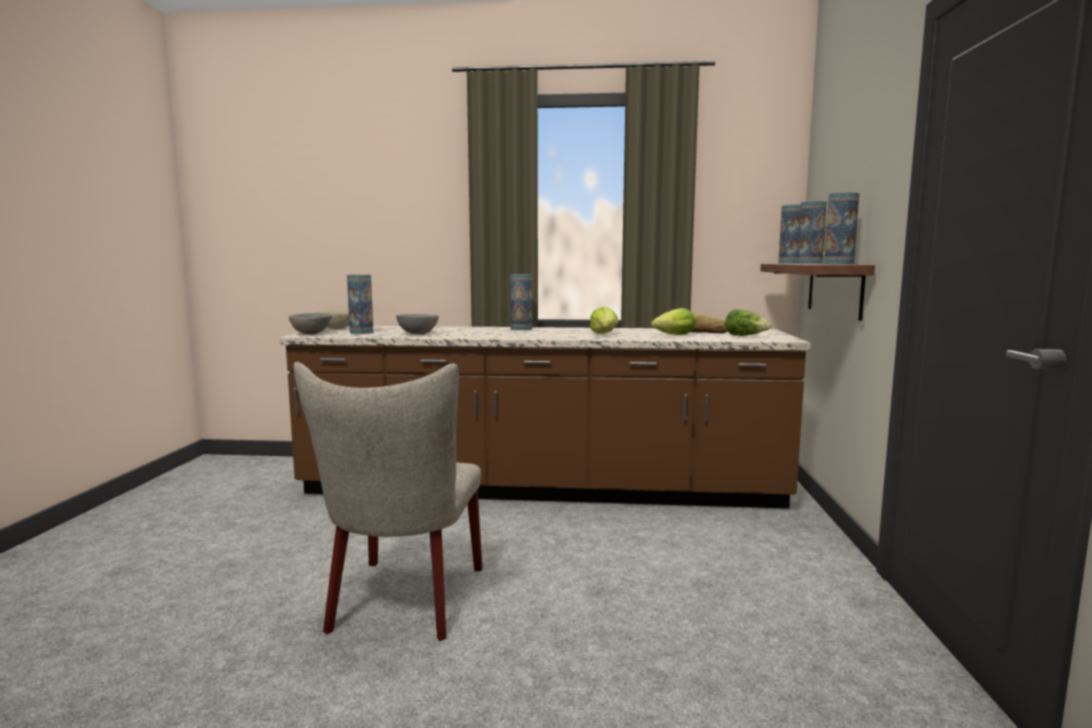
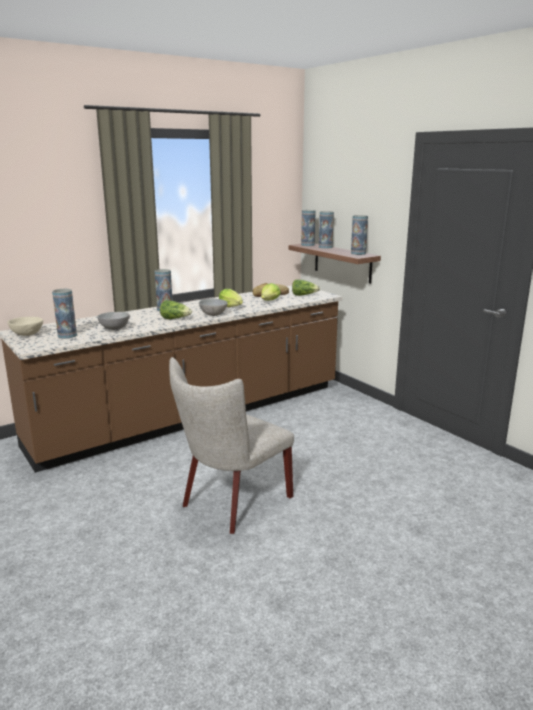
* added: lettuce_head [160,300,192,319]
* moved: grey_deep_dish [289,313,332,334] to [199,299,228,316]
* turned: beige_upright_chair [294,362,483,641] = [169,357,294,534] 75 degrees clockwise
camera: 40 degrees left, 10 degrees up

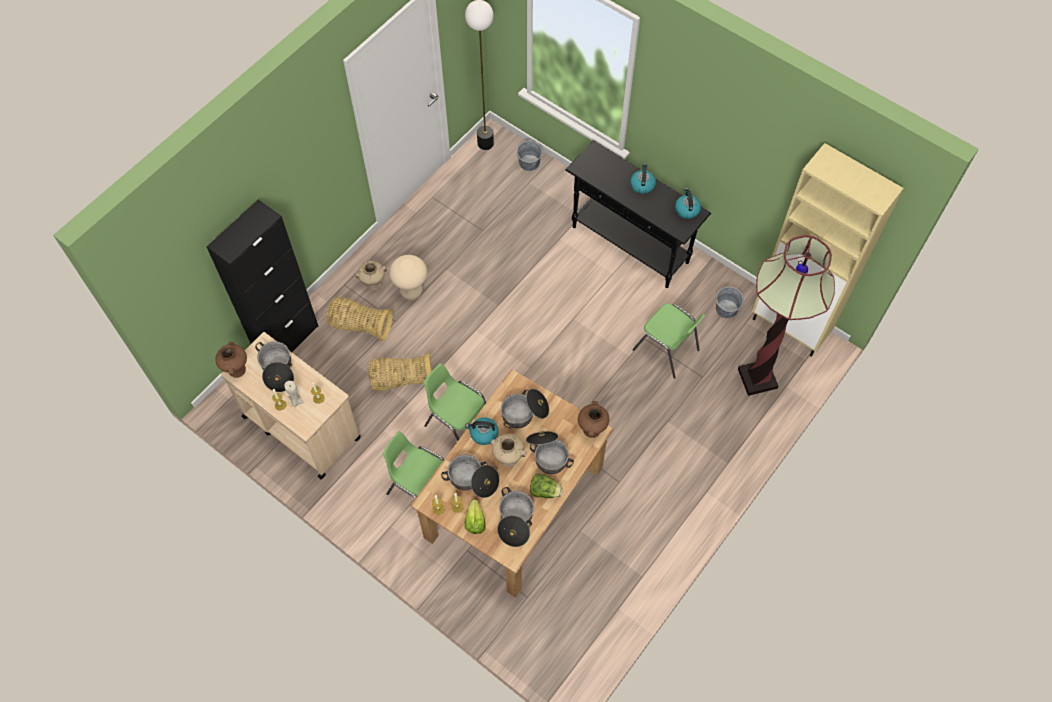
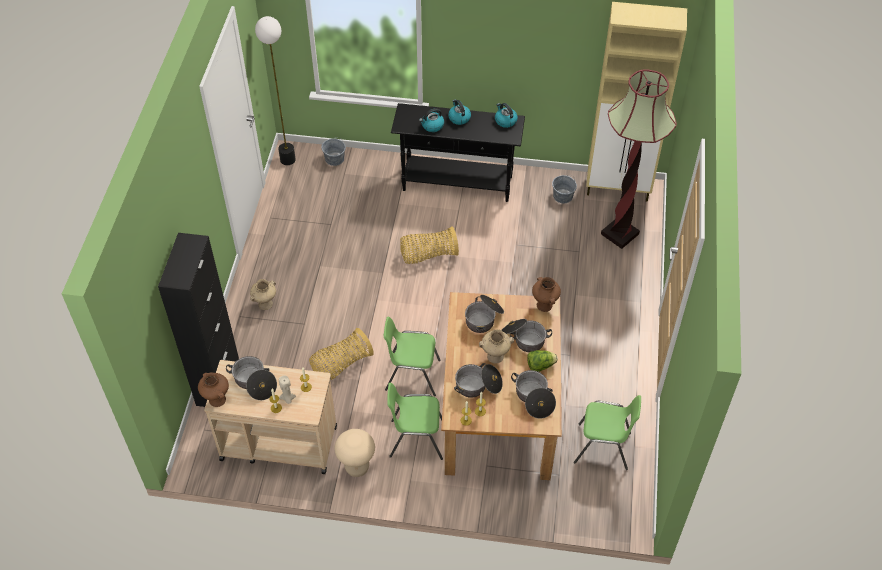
* removed: lettuce_head [464,499,486,534]
* moved: storage_basket [327,297,393,341] to [400,226,459,264]
* moved: beige_stool_seat [389,255,427,300] to [335,429,375,477]
* moved: tea_kettle [465,417,498,445] to [419,108,444,132]
* moved: greenish_upright_chair [632,303,705,379] to [574,395,641,470]
camera: 30 degrees left, 10 degrees down

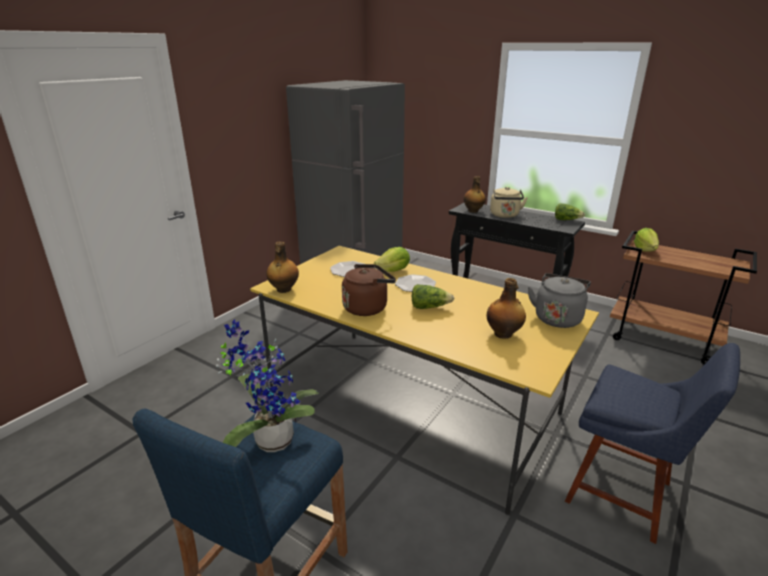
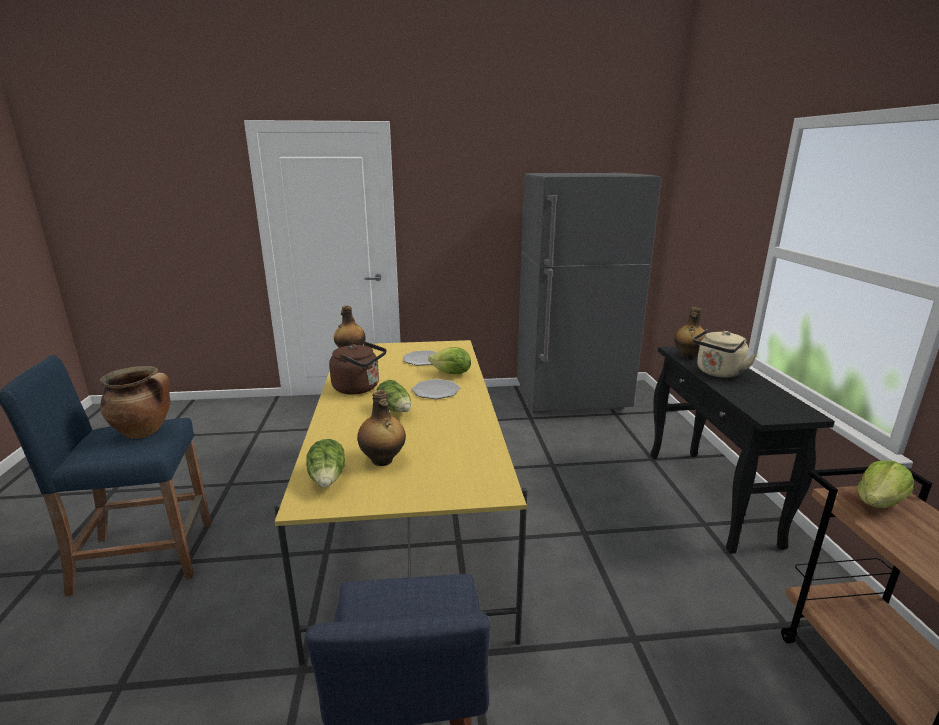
* removed: grey_tea_kettle [528,273,591,328]
* moved: lettuce_head [555,203,585,220] to [306,439,345,487]
* replaced: plant_in_a_pot [216,319,319,452] to stockpot [100,366,170,439]
camera: 50 degrees right, 5 degrees down

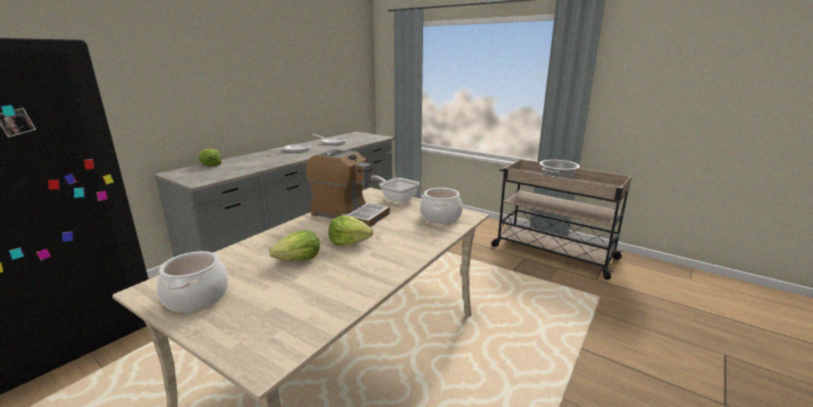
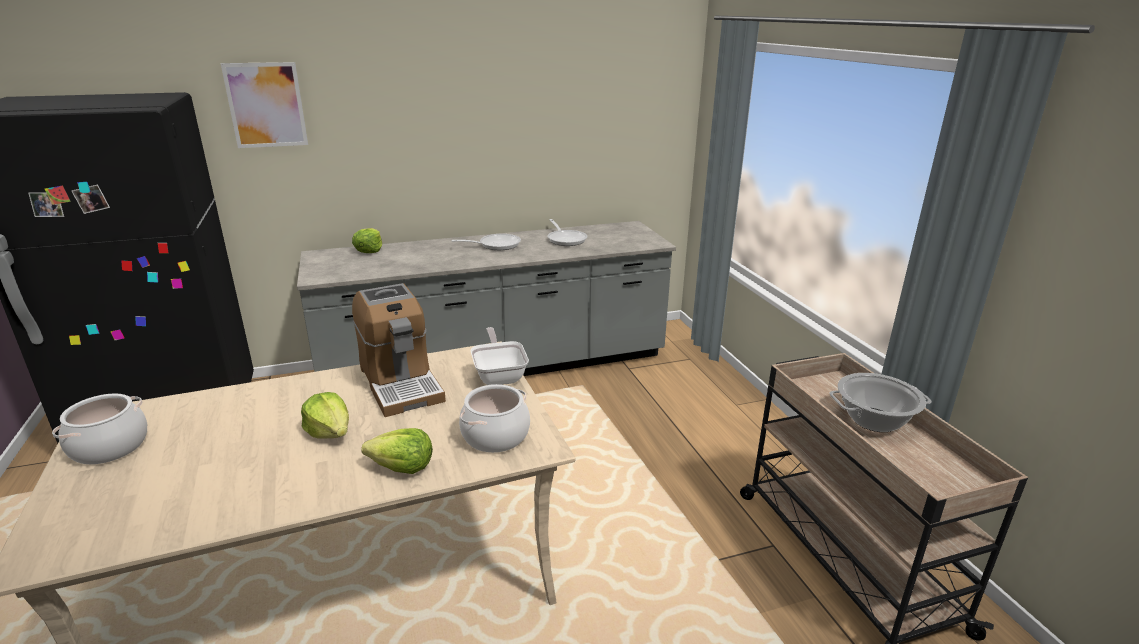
* added: picture [221,62,308,148]
* moved: lettuce_head [269,230,320,261] to [361,428,433,474]
camera: 35 degrees right, 5 degrees up

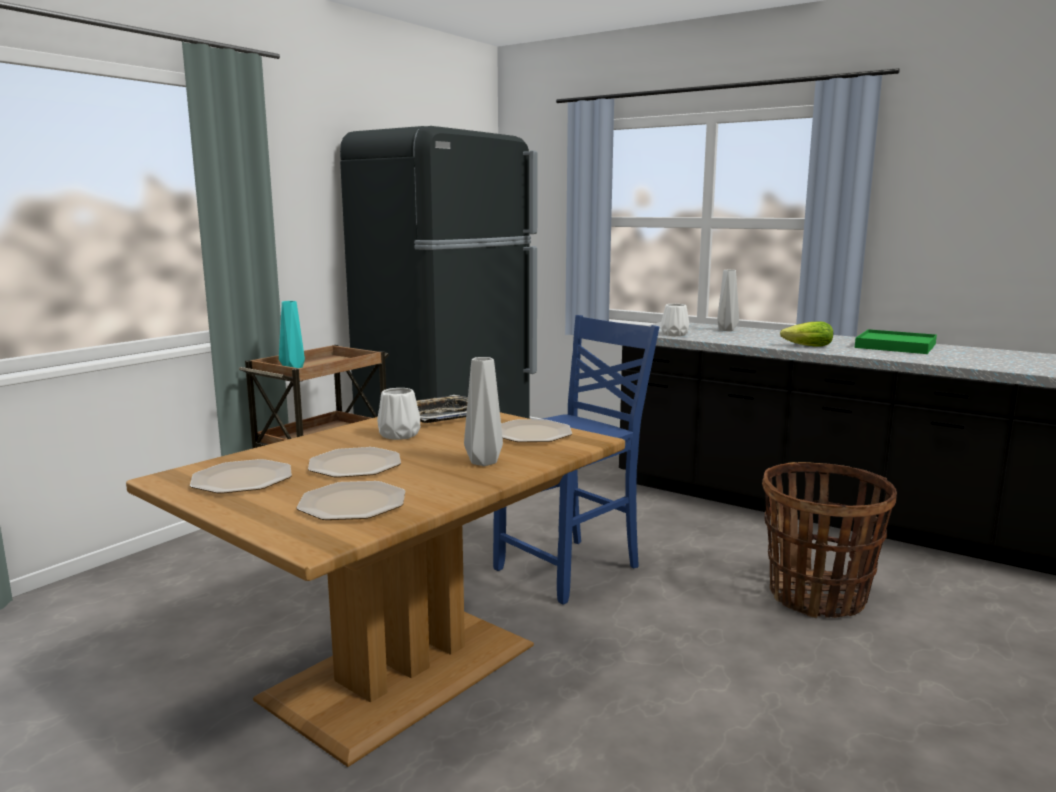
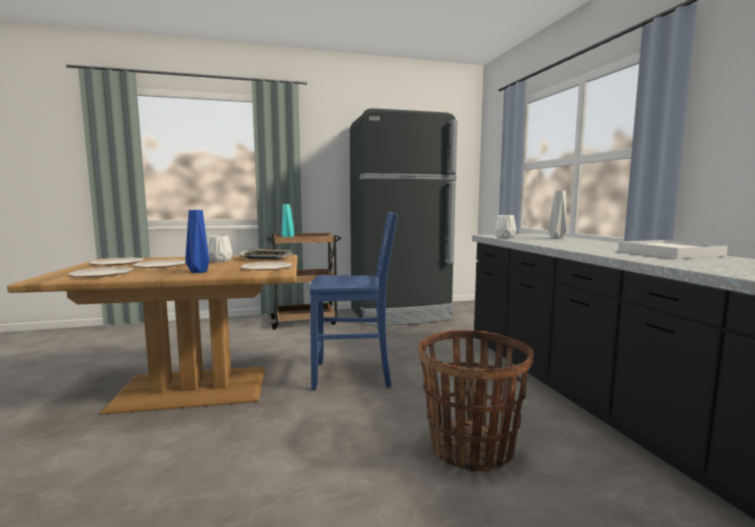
* removed: lettuce_head [780,321,833,347]
* recoloured: grey_decorative_vase [464,357,503,466] to blue_decorative_vase [185,210,209,273]
* recoloured: greenish_carrying_tray [855,329,937,354] to white_carrying_tray [618,240,728,259]
camera: 40 degrees right, 5 degrees down

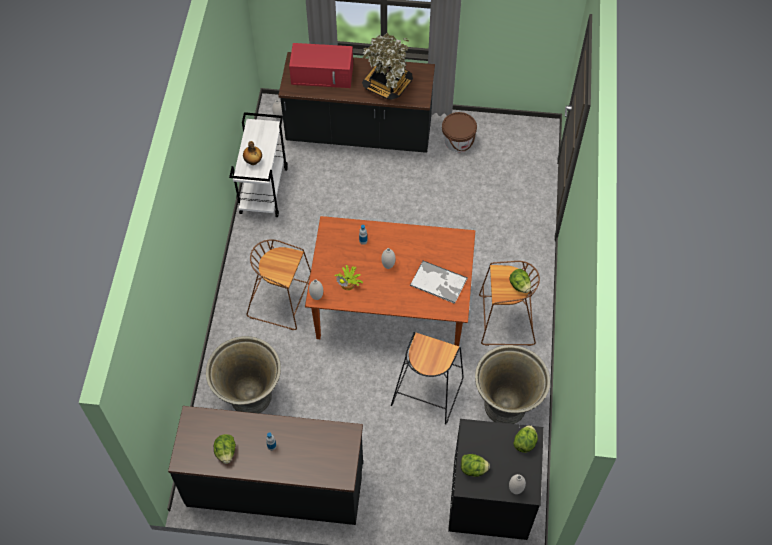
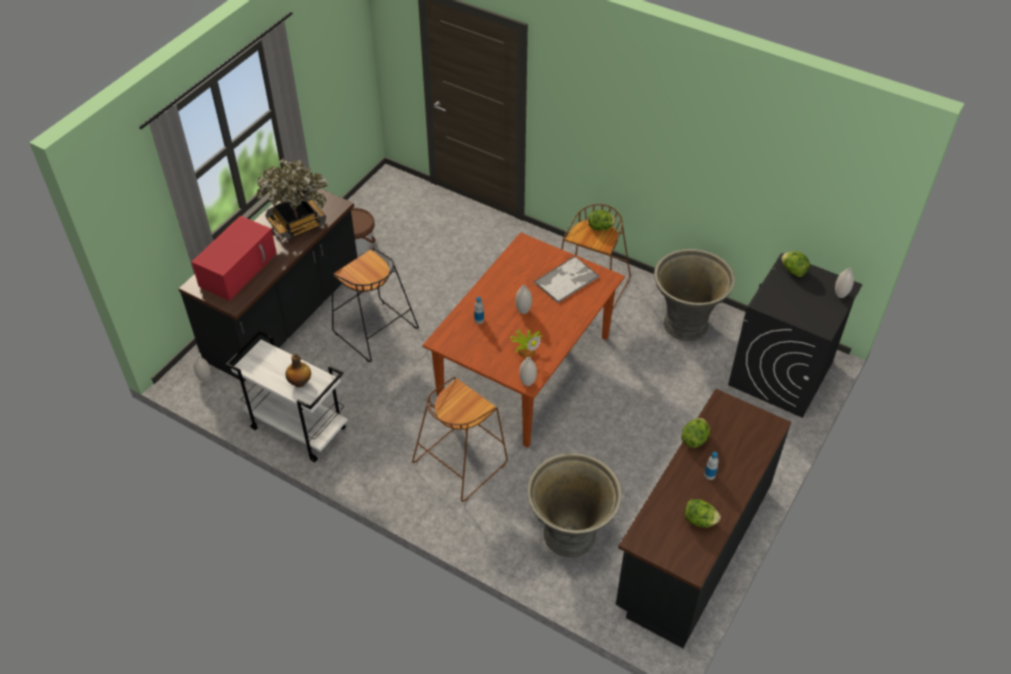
* moved: black_stool_seat [391,332,464,425] to [332,248,419,362]
* moved: lettuce_head [461,454,490,477] to [681,418,710,448]
camera: 65 degrees left, 10 degrees down

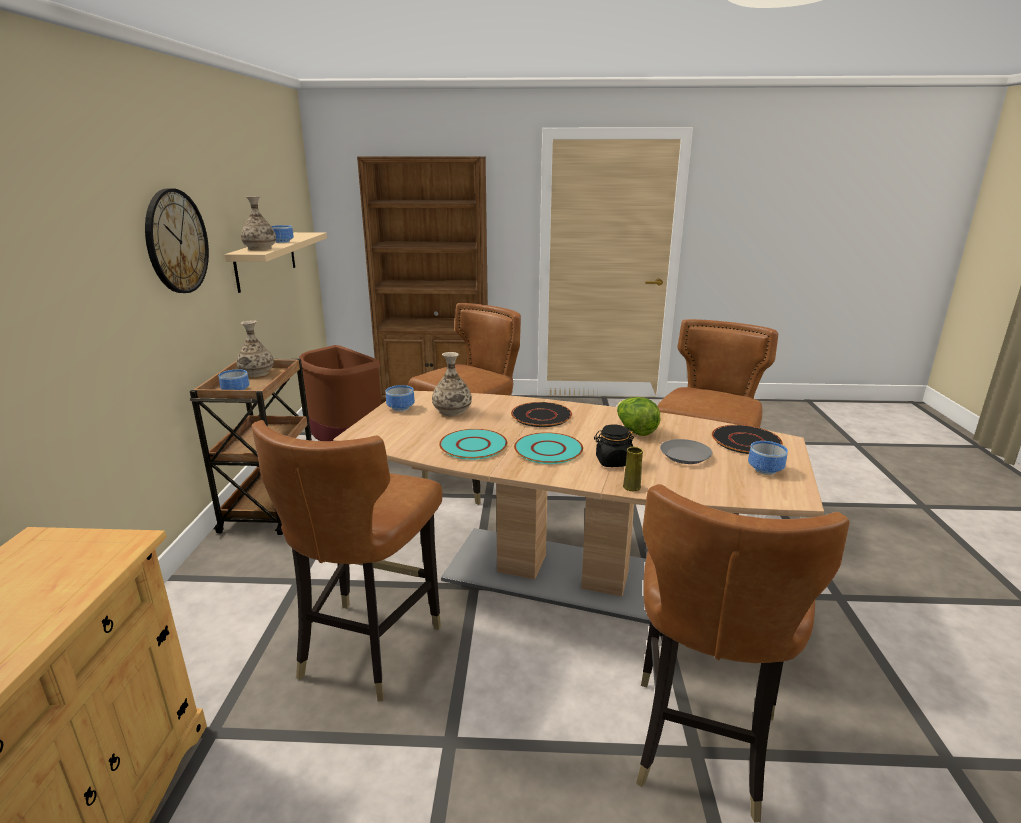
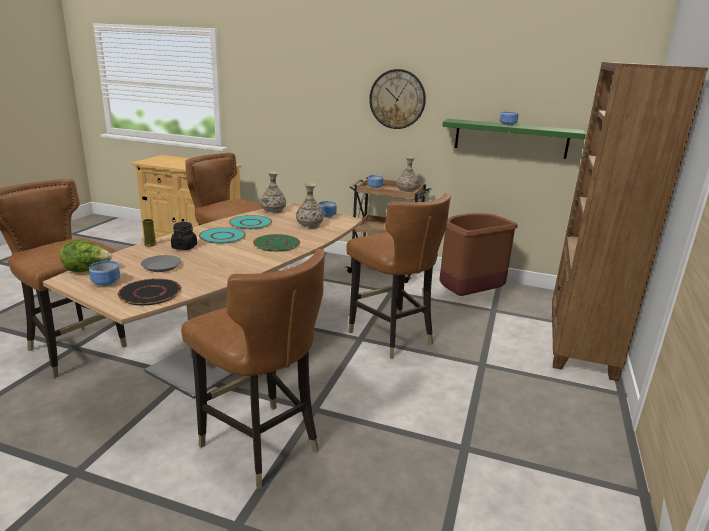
* moved: decorative_vase [241,196,276,250] to [260,171,286,213]
* moved: lettuce_head [617,397,660,436] to [60,240,112,272]
* recoloured: beige_shelf [224,232,327,293] to greenish_shelf [442,119,586,159]
* recoloured: black_plate [511,402,572,427] to greenish_plate [253,234,300,252]
camera: 105 degrees right, 0 degrees up

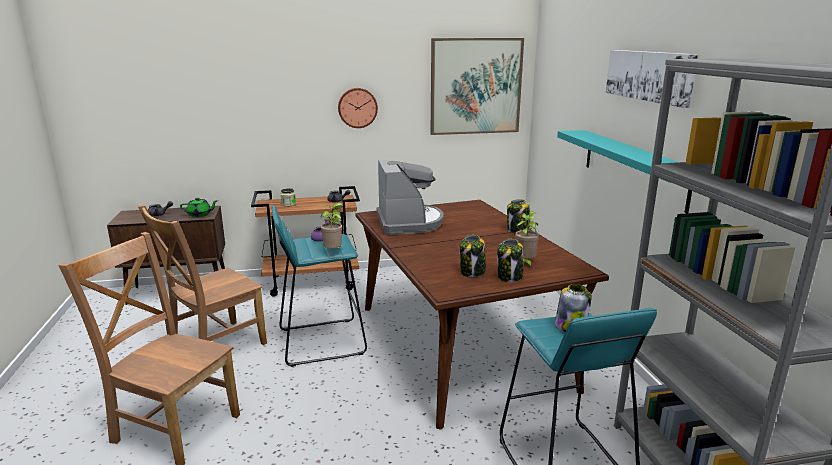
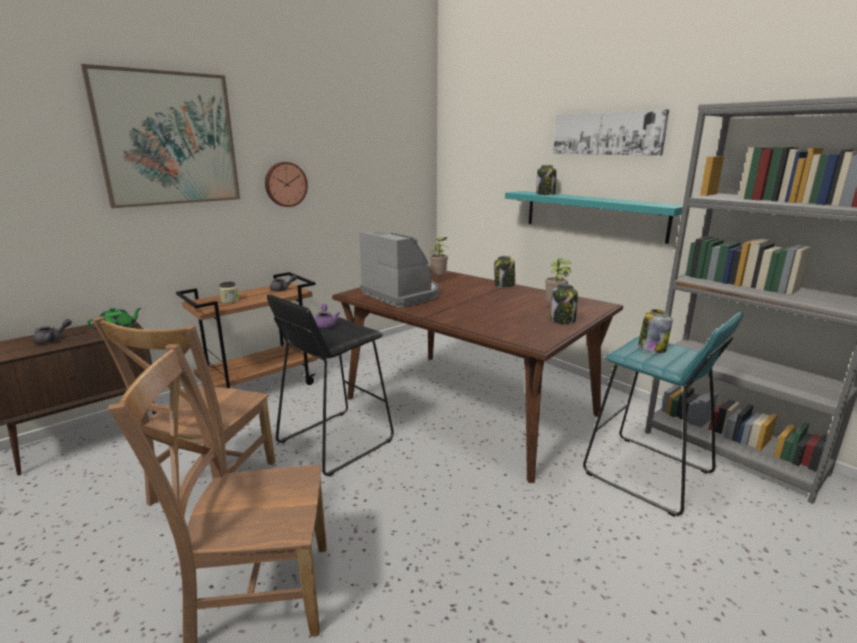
* moved: plant_in_a_pot [320,203,343,249] to [429,237,448,276]
* moved: picture [431,38,524,135] to [81,64,240,208]
* moved: storage_jar [460,235,486,277] to [536,165,557,195]
* recoloured: turquoise-coloured_stool_seat [272,205,367,367] to black_stool_seat [267,295,394,477]
camera: 30 degrees left, 0 degrees up

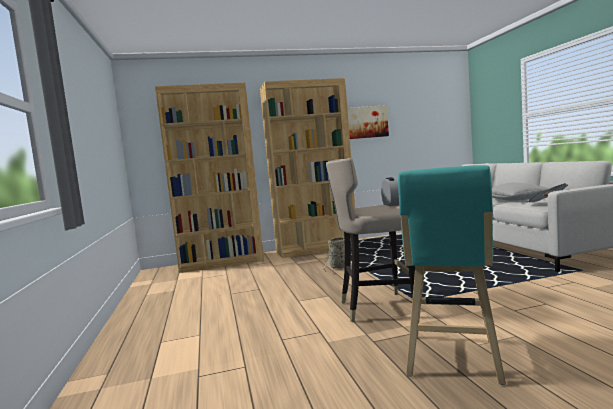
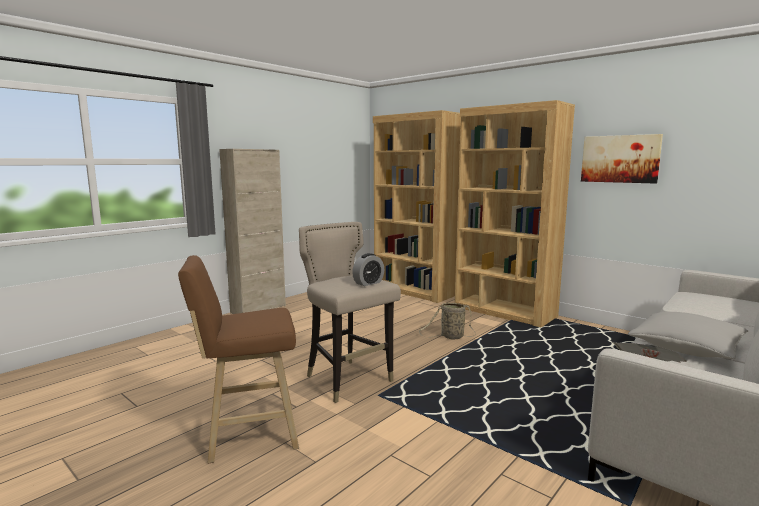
* added: beige_storage_cabinet [219,149,286,314]
* recoloured: turquoise-coloured_stool_seat [398,165,506,385] to brownish_stool_seat [178,255,299,464]
camera: 55 degrees right, 5 degrees up

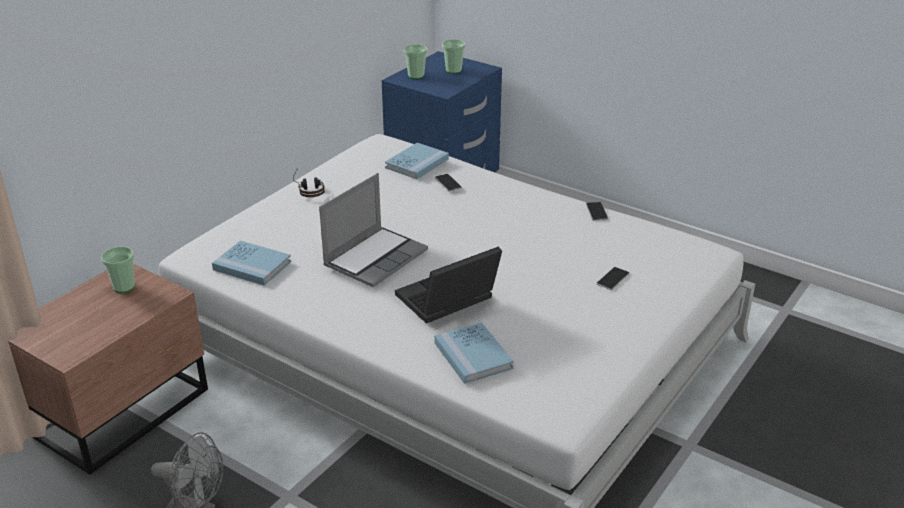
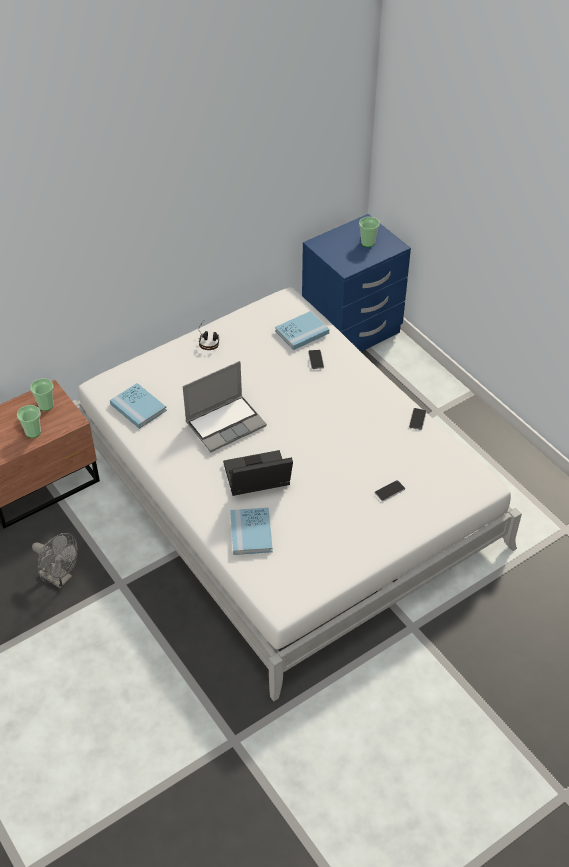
* moved: cup [404,44,428,79] to [17,405,41,438]
camera: 20 degrees right, 15 degrees up

